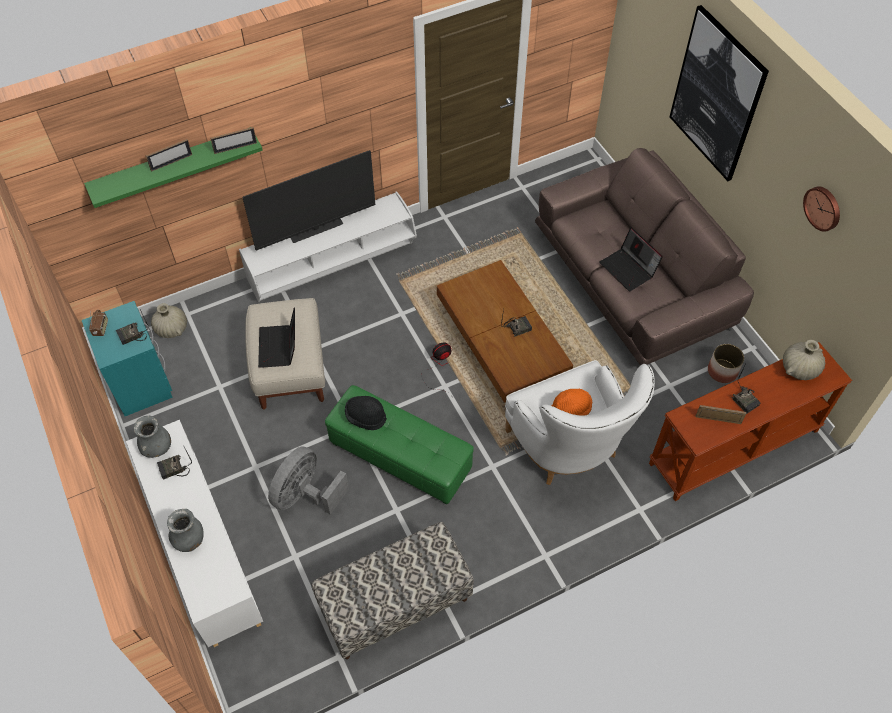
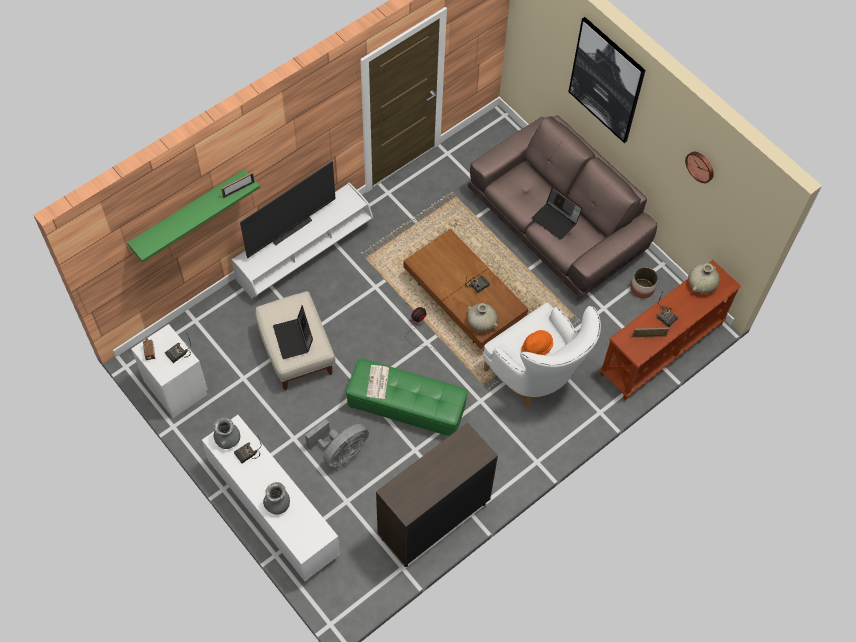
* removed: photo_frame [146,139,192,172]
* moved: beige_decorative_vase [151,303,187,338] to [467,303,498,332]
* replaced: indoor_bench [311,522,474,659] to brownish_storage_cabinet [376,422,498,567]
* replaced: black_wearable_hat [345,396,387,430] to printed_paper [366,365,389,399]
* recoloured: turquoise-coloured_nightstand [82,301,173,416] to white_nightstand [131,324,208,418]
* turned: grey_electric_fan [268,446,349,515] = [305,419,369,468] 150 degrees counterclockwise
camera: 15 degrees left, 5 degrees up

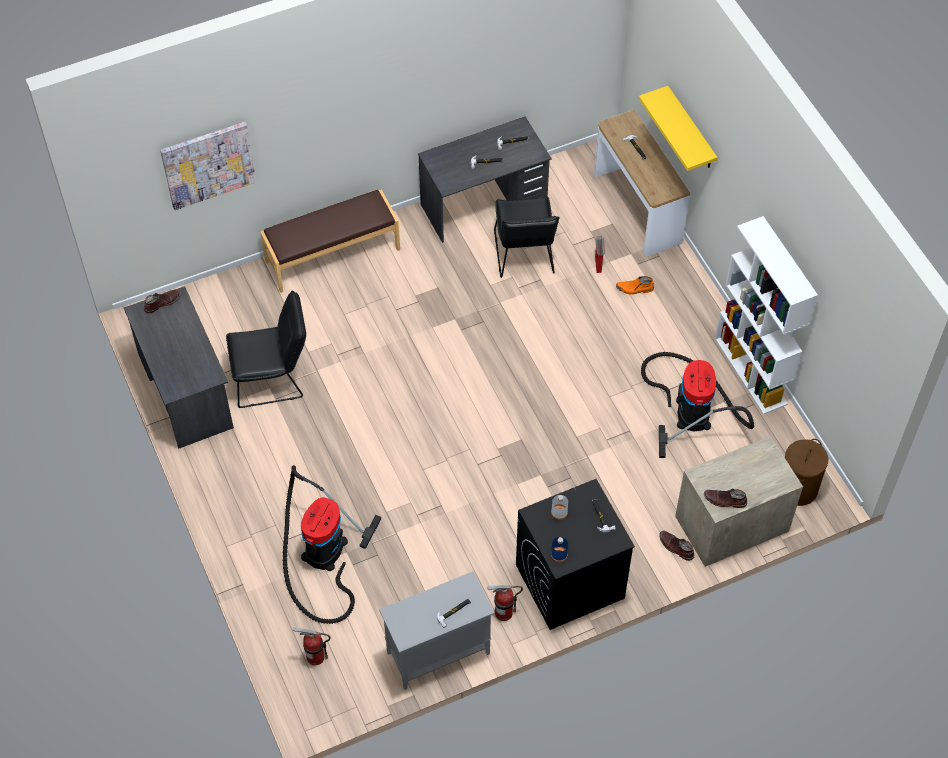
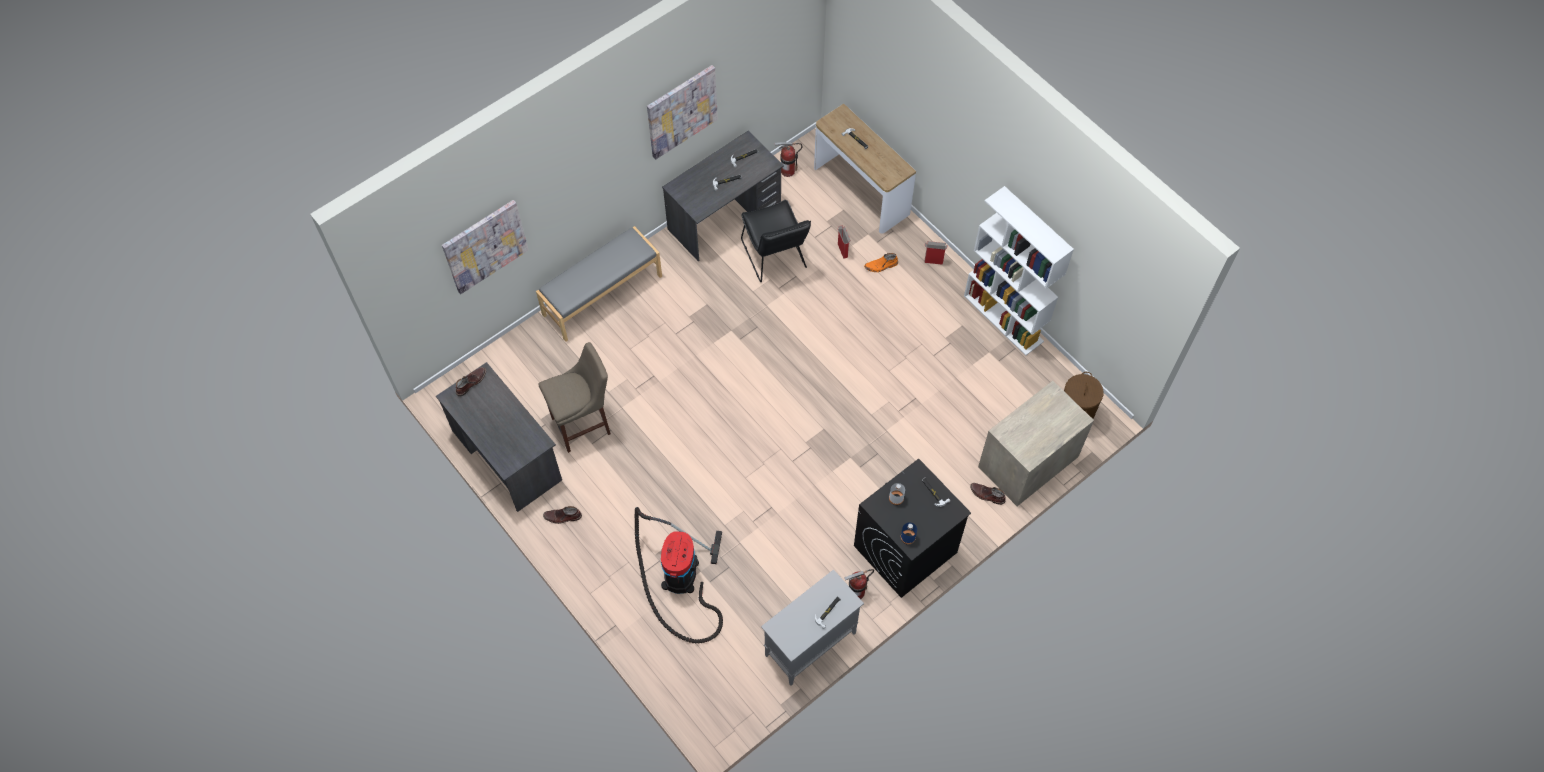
* removed: yellowish_shelf [639,86,718,171]
* removed: vacuum_cleaner [641,352,754,458]
* added: picture [647,65,718,160]
* added: cardboard_box [924,241,947,265]
* moved: extinguisher [293,628,331,665] to [775,142,802,177]
* moved: brownish_high-top_boot [704,489,747,508] to [543,506,582,524]
* replaced: black_upright_chair [226,291,306,408] to beige_stool_seat [538,342,611,453]
* recoloured: brownish_indoor_bench [260,189,400,293] to grey_indoor_bench [536,226,662,342]
camera: 15 degrees left, 5 degrees up

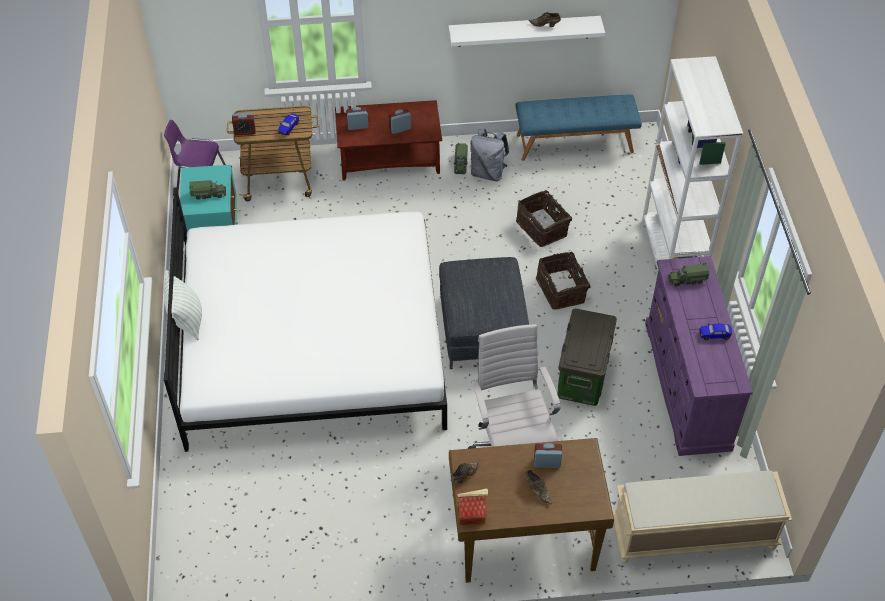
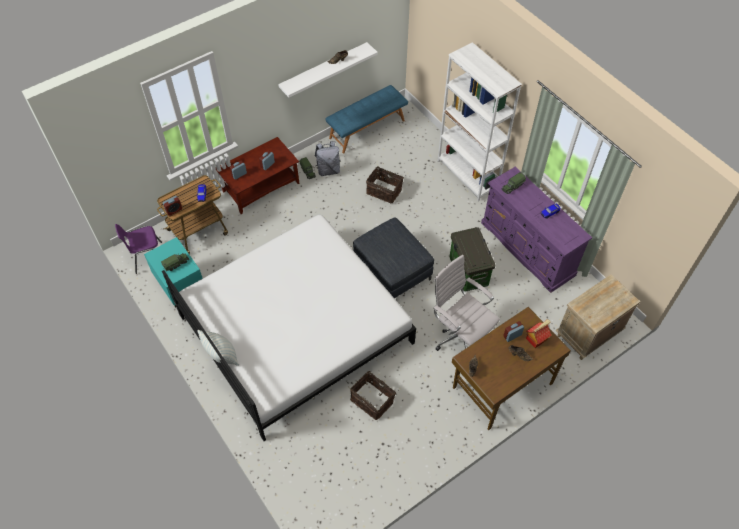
* moved: model_house [457,489,488,525] to [526,319,551,348]
* moved: storage_basket [536,252,591,310] to [350,368,396,420]
* replaced: beige_indoor_bench [612,470,792,563] to beige_nightstand [556,274,640,360]
camera: 30 degrees left, 5 degrees up

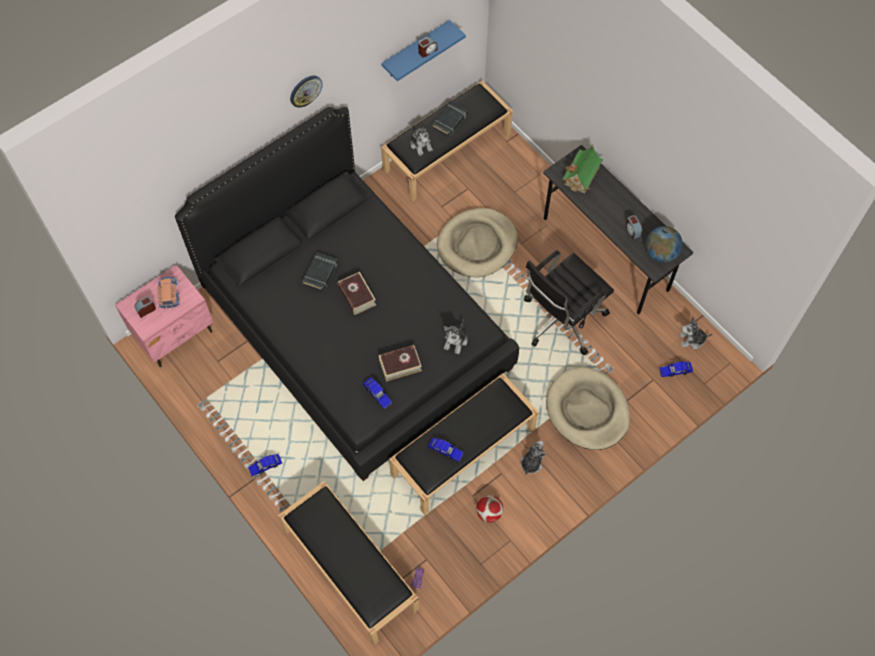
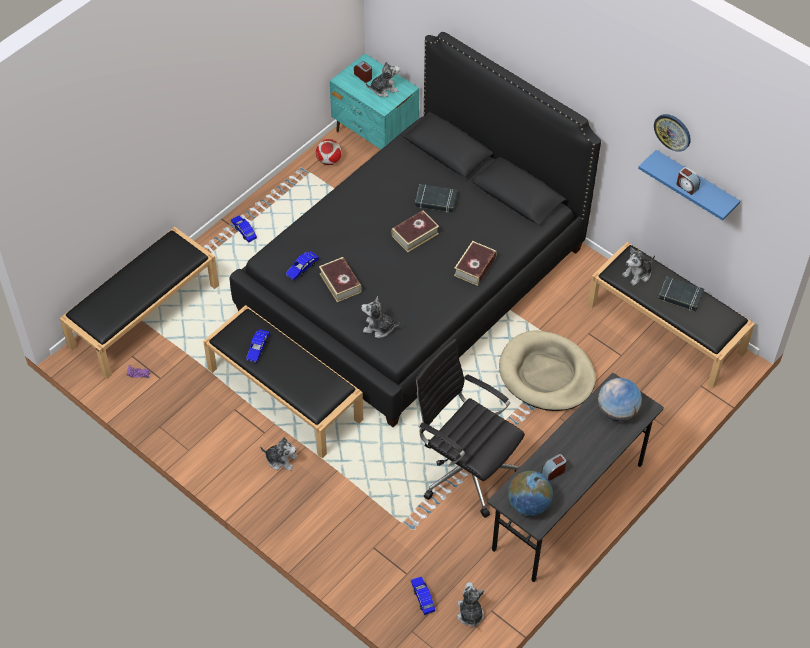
* removed: beige_dog_bed [546,367,630,450]
* added: bound_book [454,241,497,286]
* moved: clock_on_the_wall [290,76,323,108] to [654,114,691,152]
* moved: football_ball [476,495,503,523] to [316,139,342,165]
* replaced: model_truck [157,276,180,310] to plush_toy [366,61,400,97]
* replaced: model_house [563,145,603,194] to world_globe [598,378,642,421]
* recoloured: pink-coloured_nightstand [115,265,214,367] to turquoise-coloured_nightstand [330,53,419,149]
camera: 80 degrees right, 10 degrees down

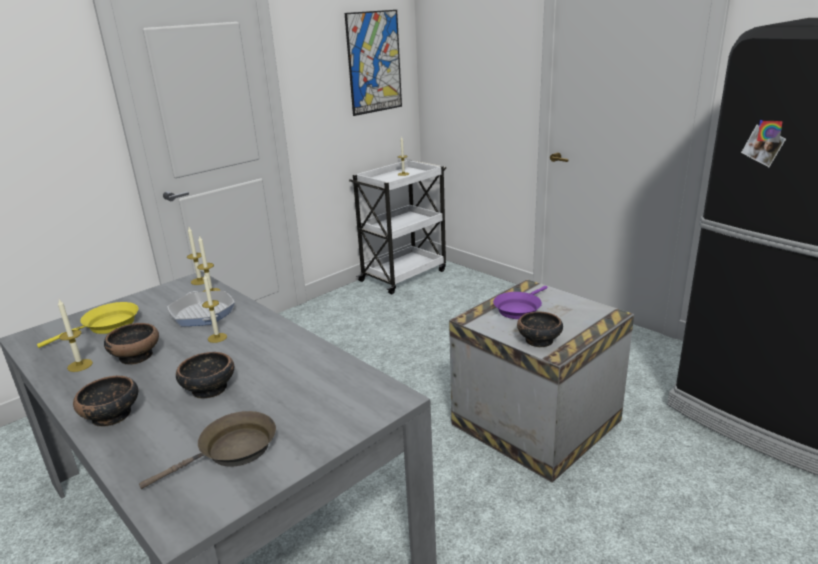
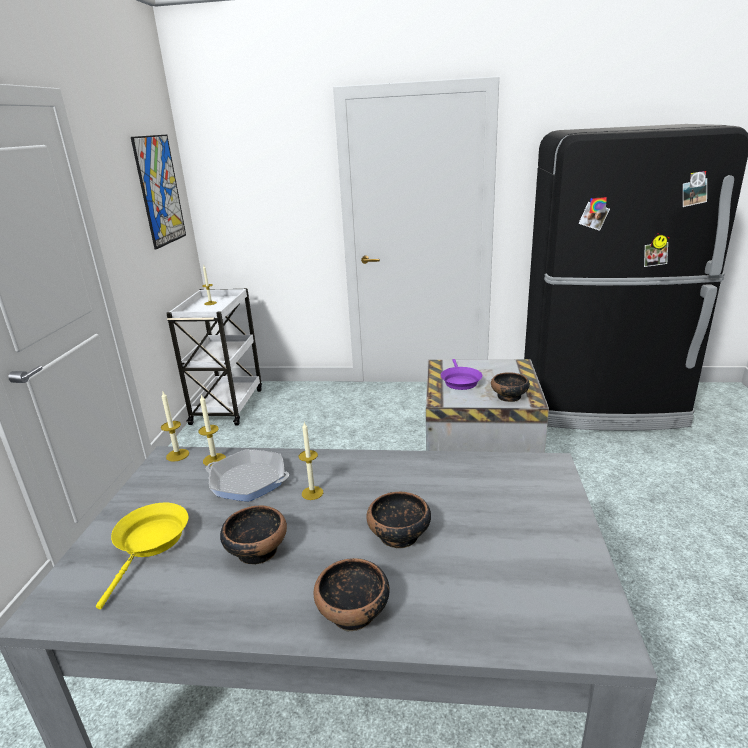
* removed: candle [58,299,93,372]
* removed: brownish_pan [139,411,276,489]
camera: 40 degrees left, 0 degrees up

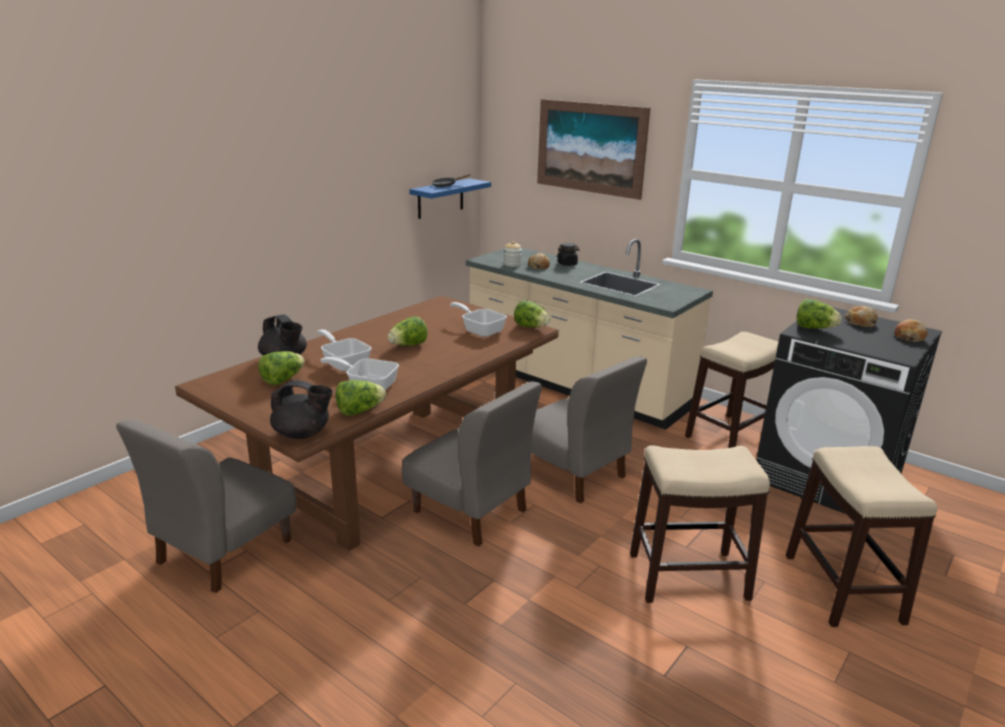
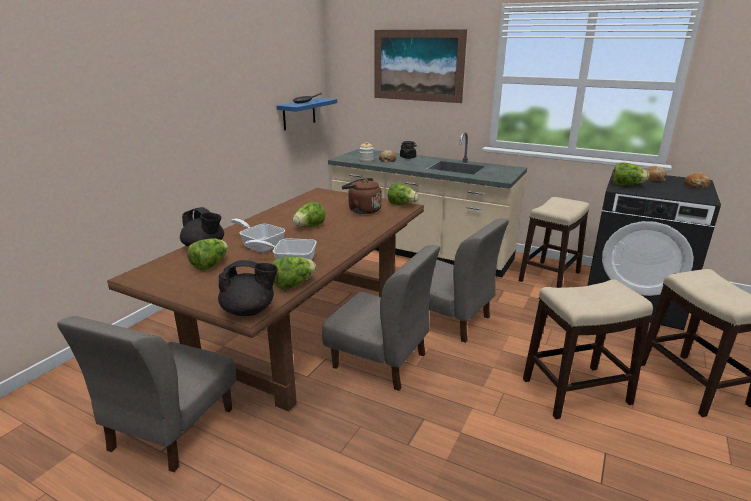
* replaced: pan [450,302,507,337] to brownish_tea_kettle [342,178,382,214]
camera: 10 degrees left, 0 degrees up

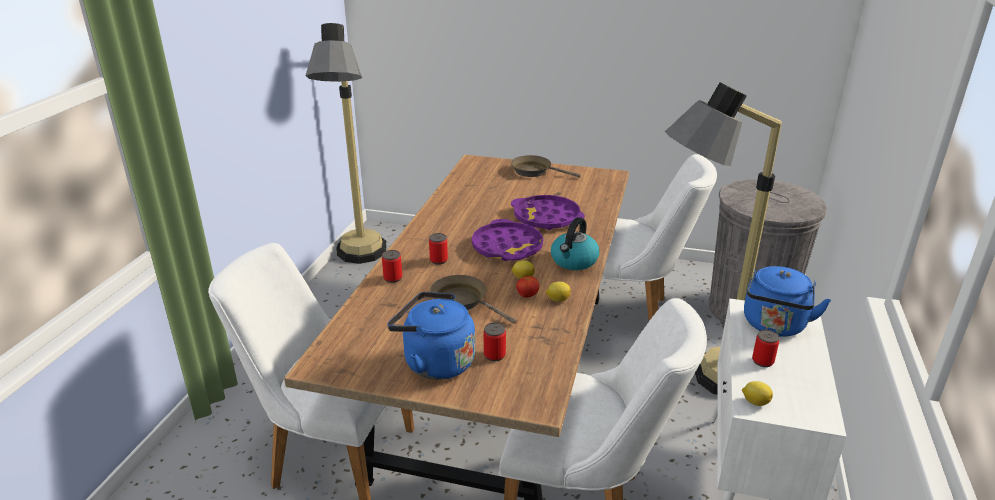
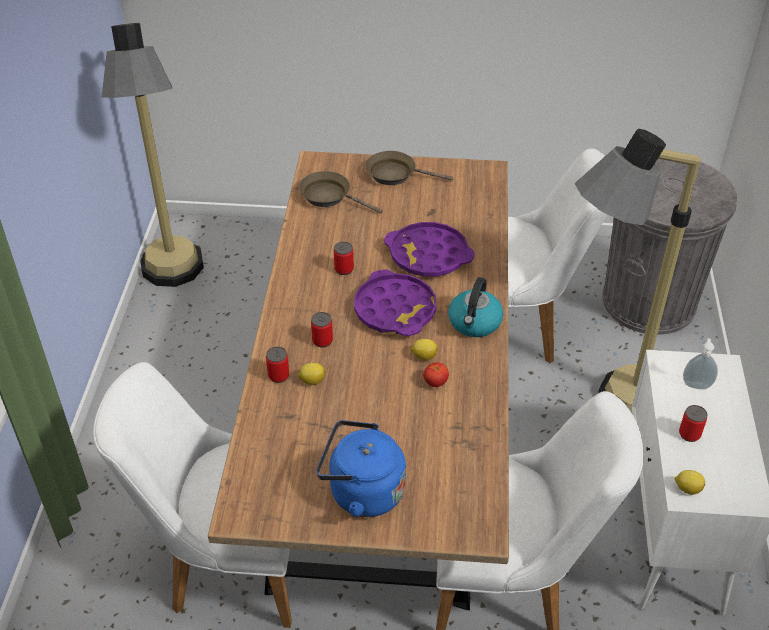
* moved: brownish_pan [430,275,517,324] to [299,171,383,213]
* moved: metal_can [484,322,506,361] to [334,242,354,275]
* moved: whole_lemon [545,282,571,302] to [298,363,325,385]
* replaced: blue_tea_kettle [744,266,831,337] to soap_bottle [683,338,718,389]
camera: 10 degrees left, 15 degrees up

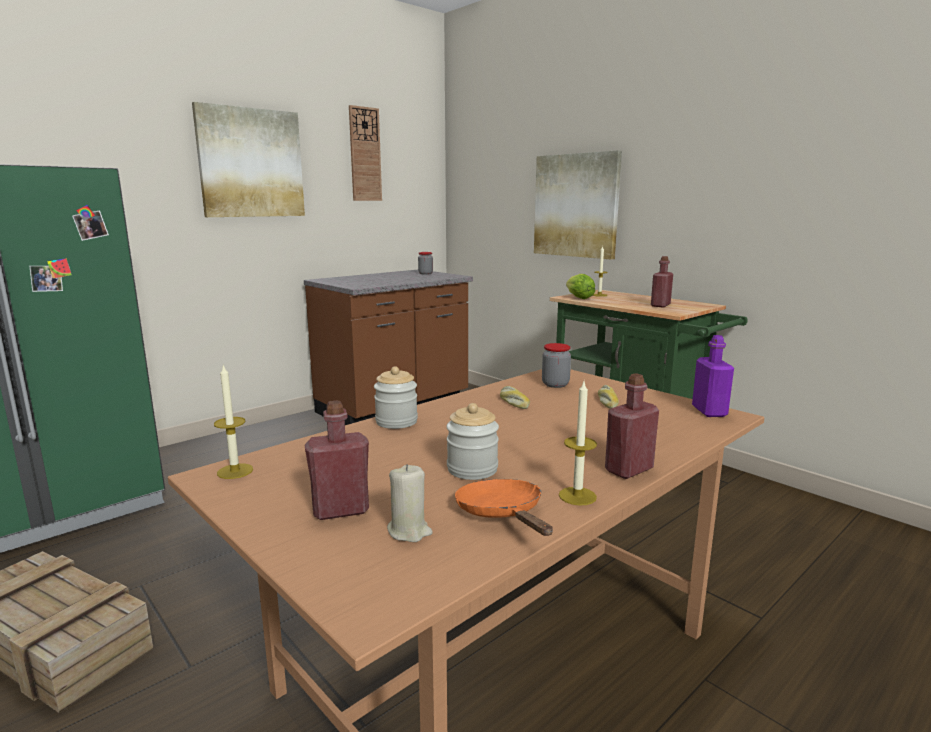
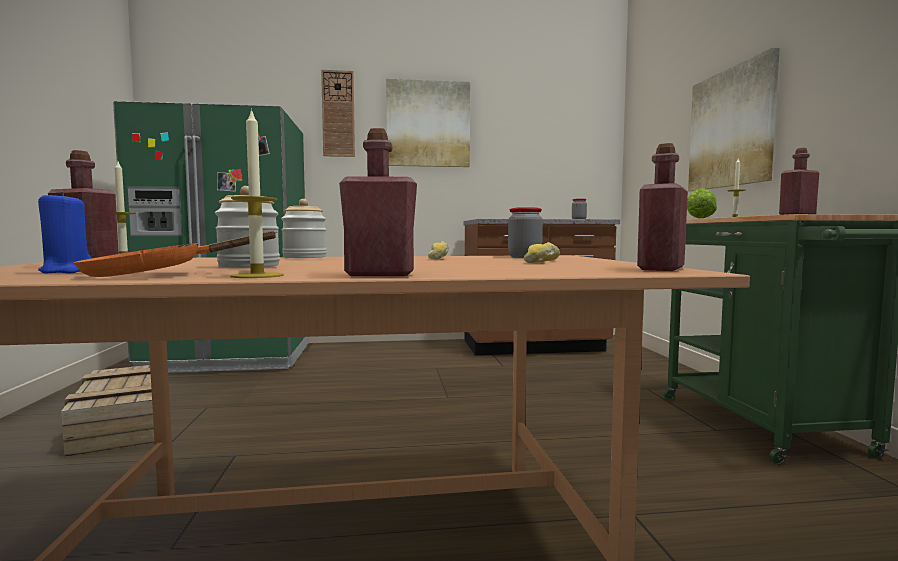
* moved: clock_on_the_wall [349,105,382,201] to [321,70,355,157]
* recoloured: beige_candle [387,464,433,542] to blue_candle [38,192,92,273]
* recoloured: purple_drink_bottle [692,335,734,417] to reddish_drink_bottle [637,143,688,271]
* turned: orange-coloured_pan [455,479,553,536] = [74,231,278,277] 135 degrees counterclockwise
camera: 35 degrees right, 10 degrees down

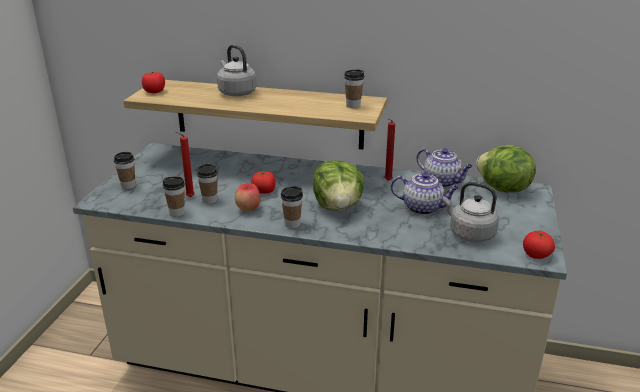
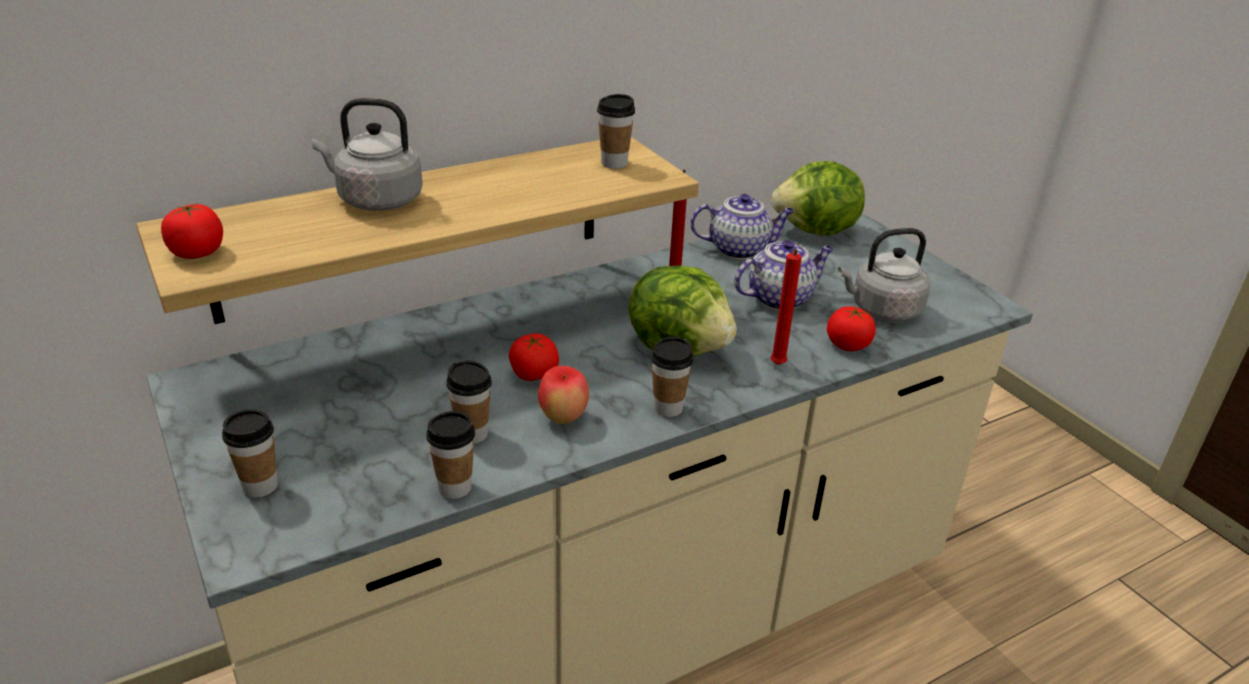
* moved: reddish_candle [175,132,195,198] to [770,249,802,365]
* moved: fresh_tomato [523,231,555,259] to [827,306,876,351]
camera: 45 degrees left, 5 degrees up

